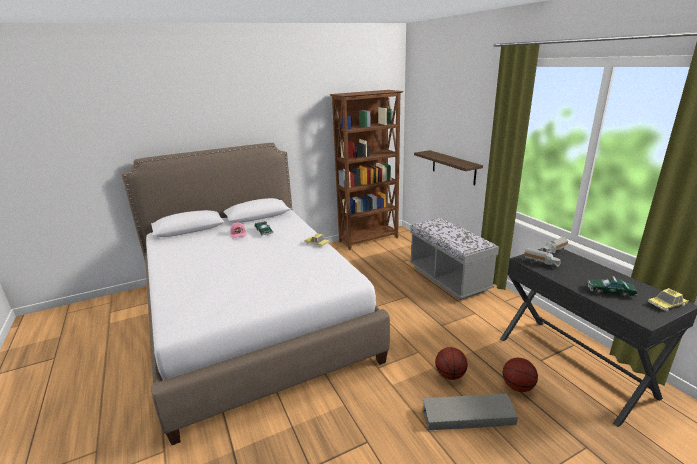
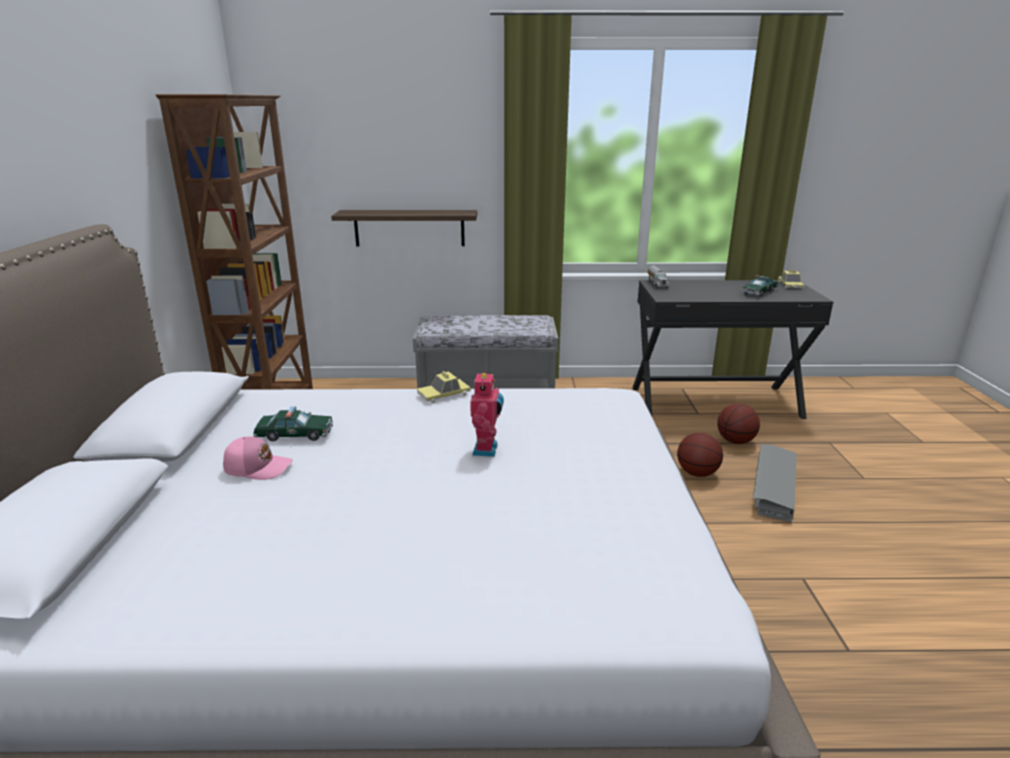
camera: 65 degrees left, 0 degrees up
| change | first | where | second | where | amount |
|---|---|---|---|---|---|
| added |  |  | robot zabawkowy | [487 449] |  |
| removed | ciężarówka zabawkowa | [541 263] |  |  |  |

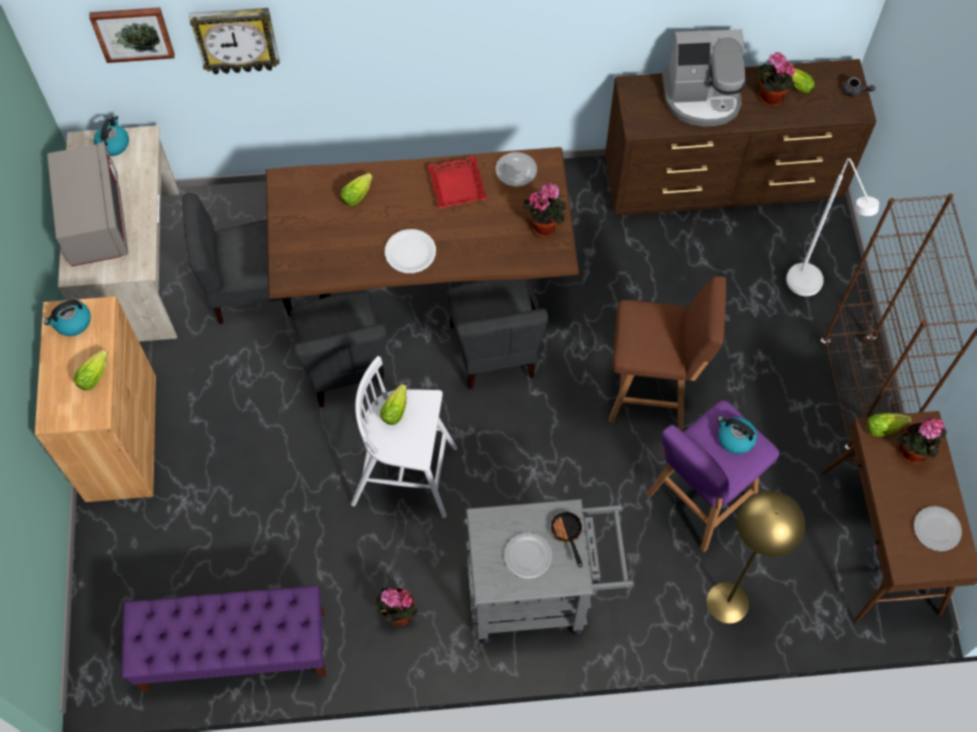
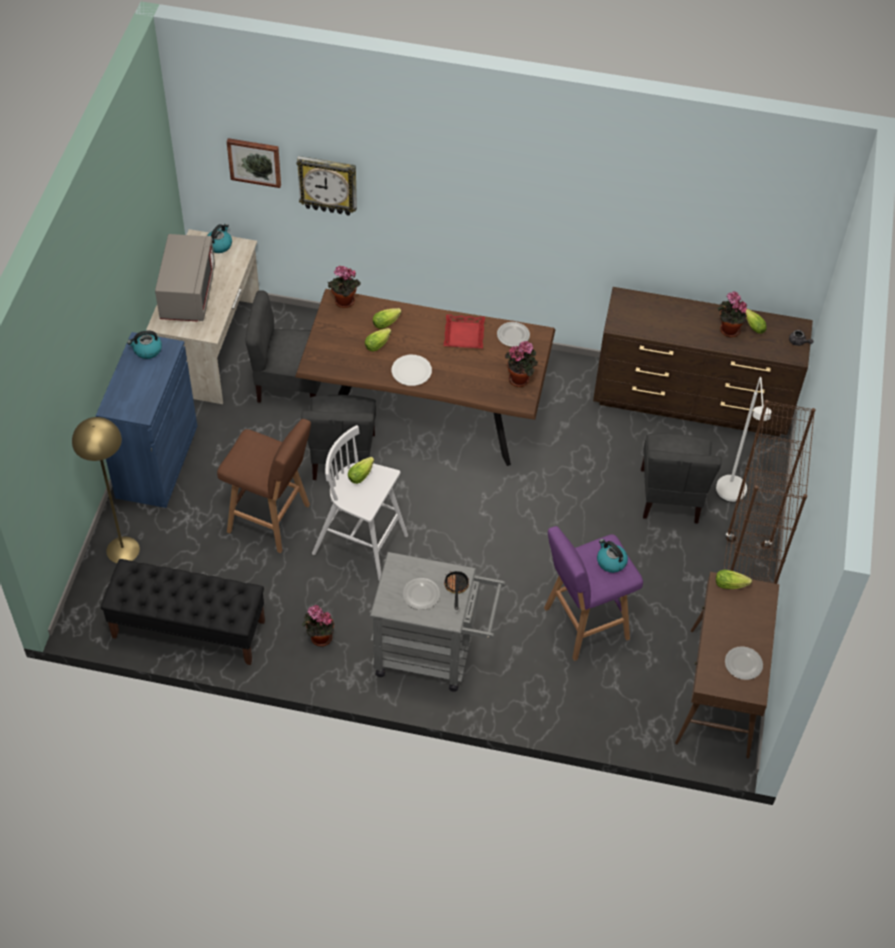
camera: 15 degrees right, 10 degrees down
| change | first | where | second | where | amount |
|---|---|---|---|---|---|
| moved | lampa stojąca/żółty | [727 602] |  | [122 550] |  |
| recoloured | szafka/brązowy | [121 437] | szafka/niebieski | [157 461] |  |
| recoloured | ławka/fioletowy | [234 651] | ławka/czarny | [188 629] |  |
| moved | stołek/brązowy | [652 391] |  | [271 519] |  |
| moved | roślina doniczkowa | [912 454] |  | [343 302] |  |
| moved | sałata | [95 373] |  | [379 343] |  |
| moved | krzesło/szary | [494 351] |  | [671 496] |  |
| removed | ekspres do kawy | [702 97] |  |  |  |

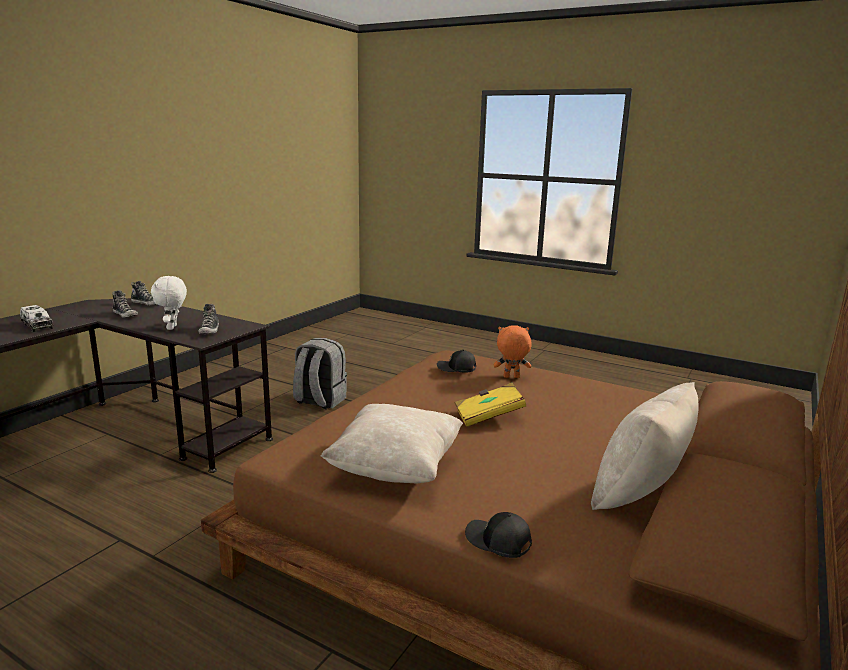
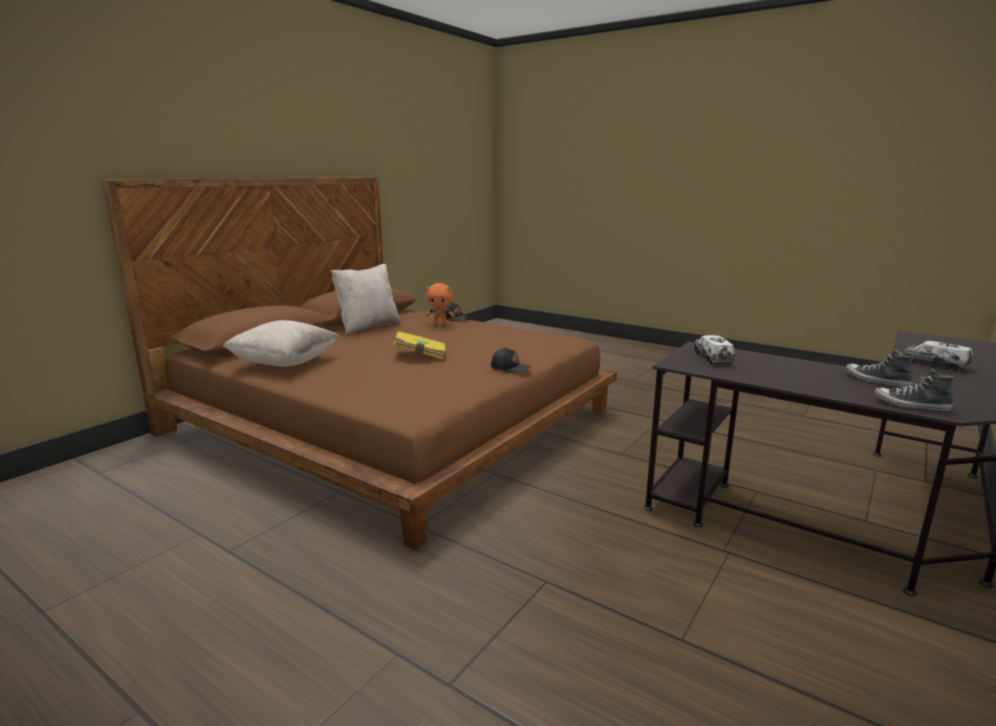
camera: 175 degrees left, 0 degrees up
| change | first | where | second | where | amount |
|---|---|---|---|---|---|
| moved | poduszka/beżowy | [395 468] |  | [285 364] |  |
| moved | pluszak/pomarańczowy | [511 377] |  | [440 324] |  |
| moved | czapka z daszkiem/czarny | [456 368] |  | [510 368] |  |
| replaced | but | [210 331] | ciężarówka zabawkowa | [712 358] |  |
| removed | pluszak/biały | [173 328] |  |  |  |
| removed | plecak/szary | [319 401] |  |  |  |

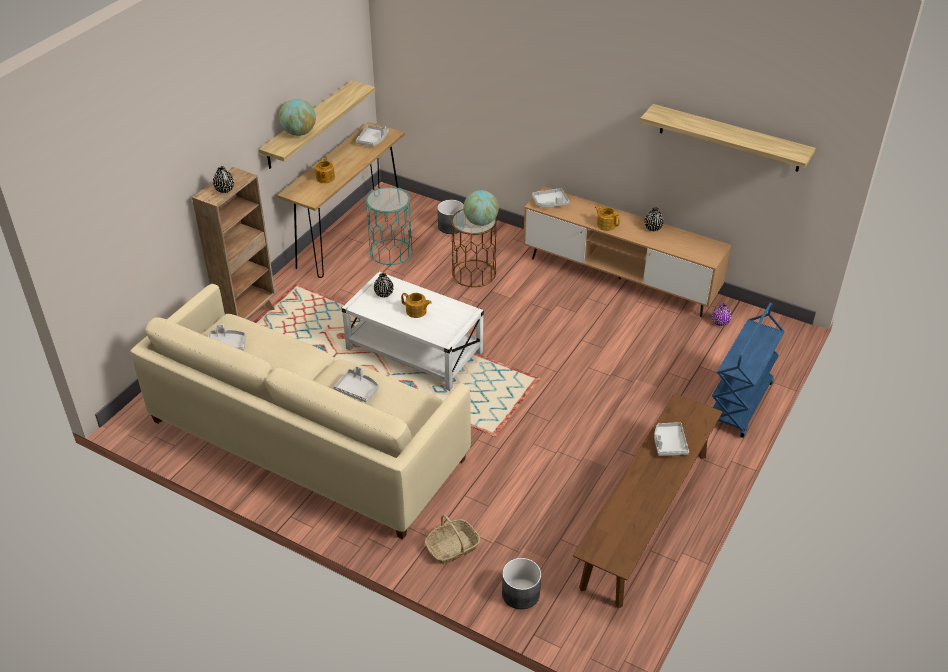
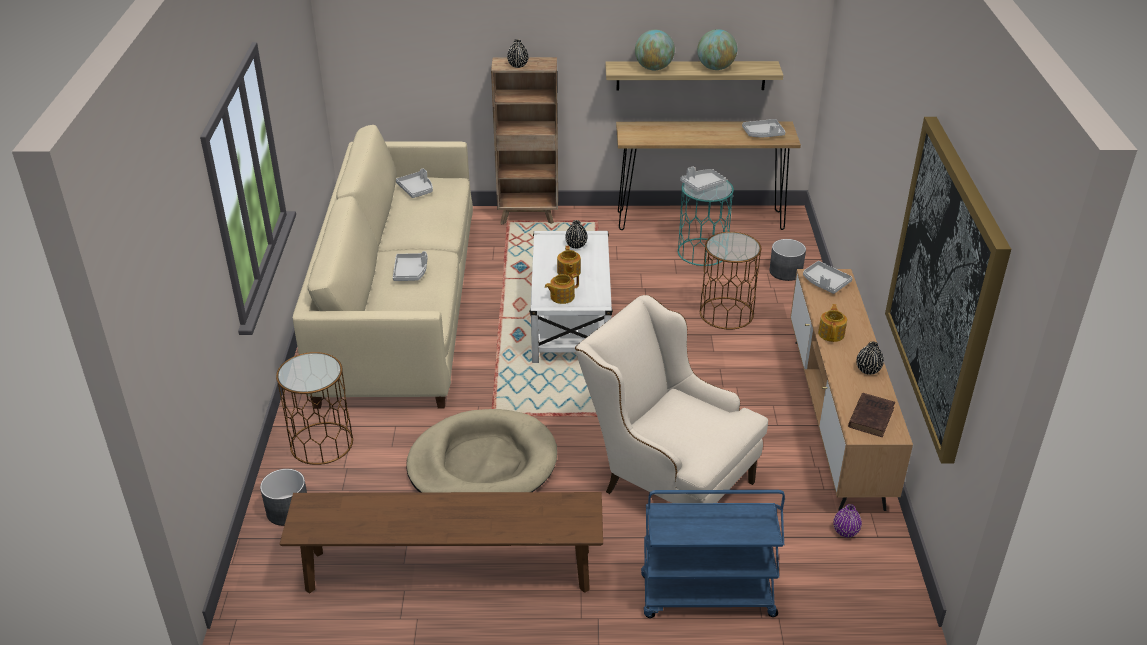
camera: 60 degrees right, 5 degrees down
| change | first | where | second | where | amount |
|---|---|---|---|---|---|
| replaced | koszyk | [452 548] | stolik/brązowy | [321 443] |  |
| added |  |  | legowisko/beżowy | [482 464] |  |
| moved | imbryk | [325 178] |  | [561 297] |  |
| added |  |  | fotel/beżowy | [667 480] |  |
| moved | taca/szary | [669 443] |  | [702 185] |  |
| moved | globus | [480 222] |  | [715 68] |  |
| added |  |  | książka/brązowy | [871 416] |  |
| replaced | półka | [729 138] | obraz | [945 286] |  |

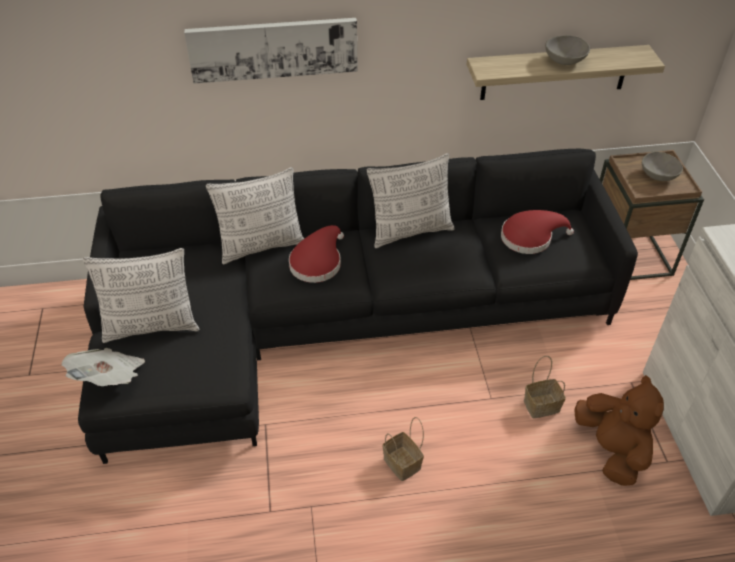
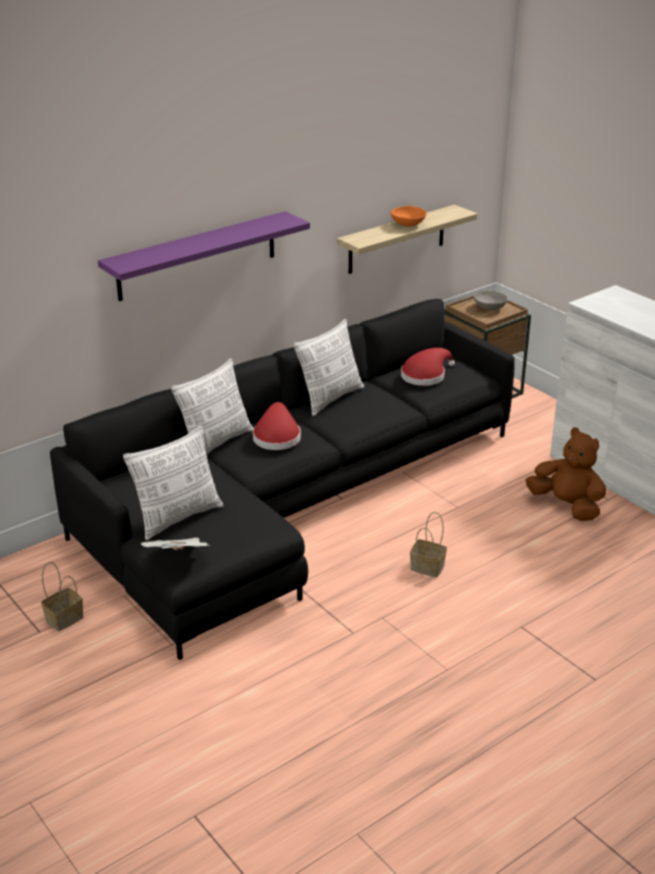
camera: 30 degrees left, 15 degrees down
| change | first | where | second | where | amount |
|---|---|---|---|---|---|
| moved | koszyk | [542 405] |  | [65 618] |  |
| replaced | obraz | [273 48] | półka/fioletowy | [197 256] |  |
| recoloured | miska/szary | [564 60] | miska/pomarańczowy | [407 224] |  |

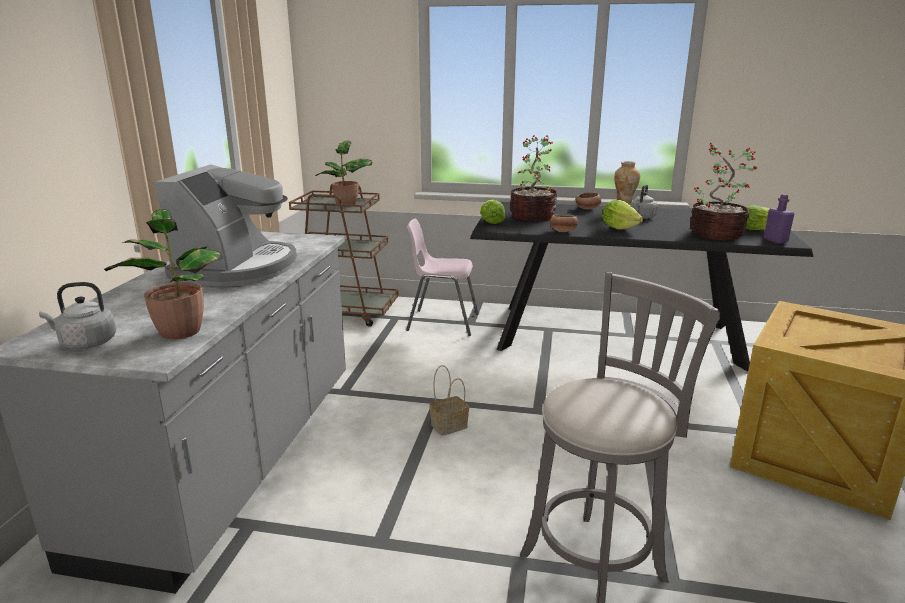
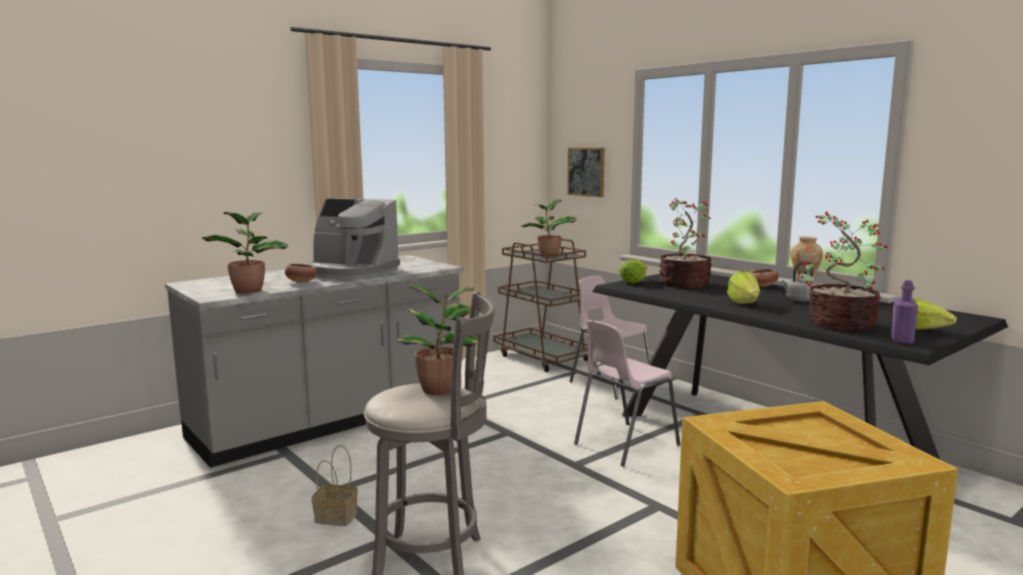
camera: 40 degrees right, 10 degrees down
| change | first | where | second | where | amount |
|---|---|---|---|---|---|
| moved | miska | [562 231] |  | [300 282] |  |
| turned | ekspres do kawy | [237 268] |  | [352 272] | 60 degrees clockwise |
| moved | koszyk | [449 425] |  | [337 517] |  |
| added |  |  | roślina doniczkowa | [441 389] |  |
| added |  |  | obraz | [586 171] |  |
| added |  |  | krzesło/różowy | [624 444] |  |
| removed | czajnik/szary | [86 343] |  |  |  |

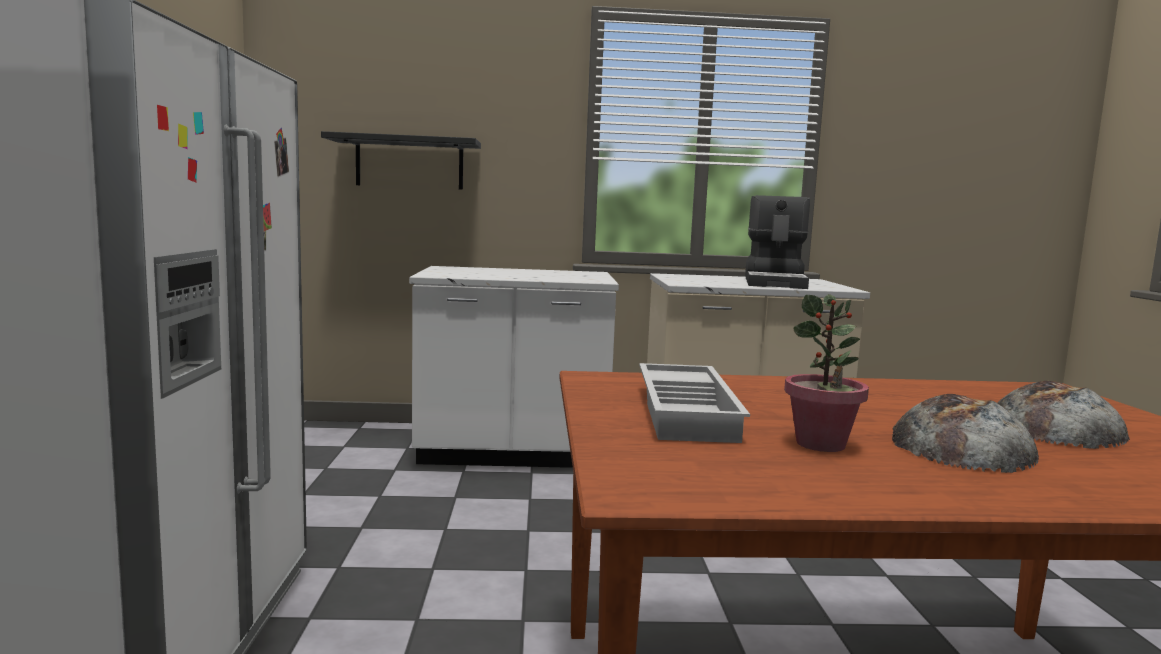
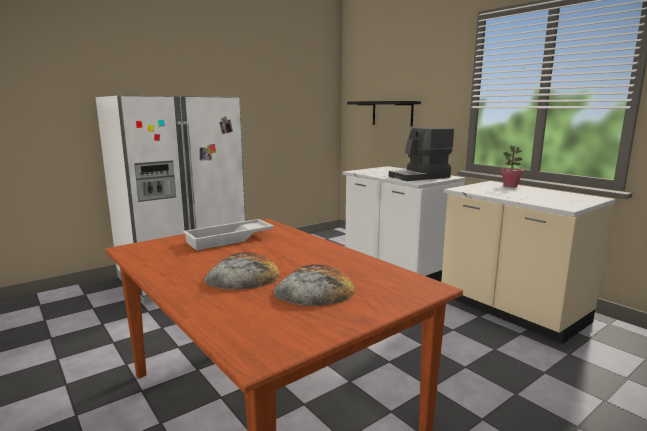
camera: 55 degrees right, 5 degrees up
| change | first | where | second | where | amount |
|---|---|---|---|---|---|
| moved | ekspres do kawy | [775 282] |  | [420 177] |  |
| moved | roślina doniczkowa | [821 444] |  | [510 186] |  |

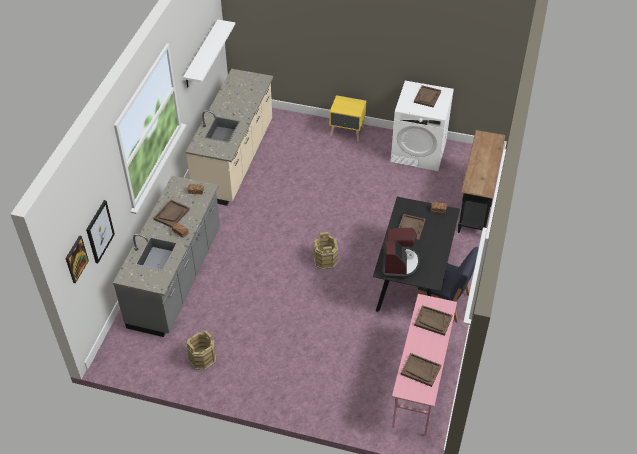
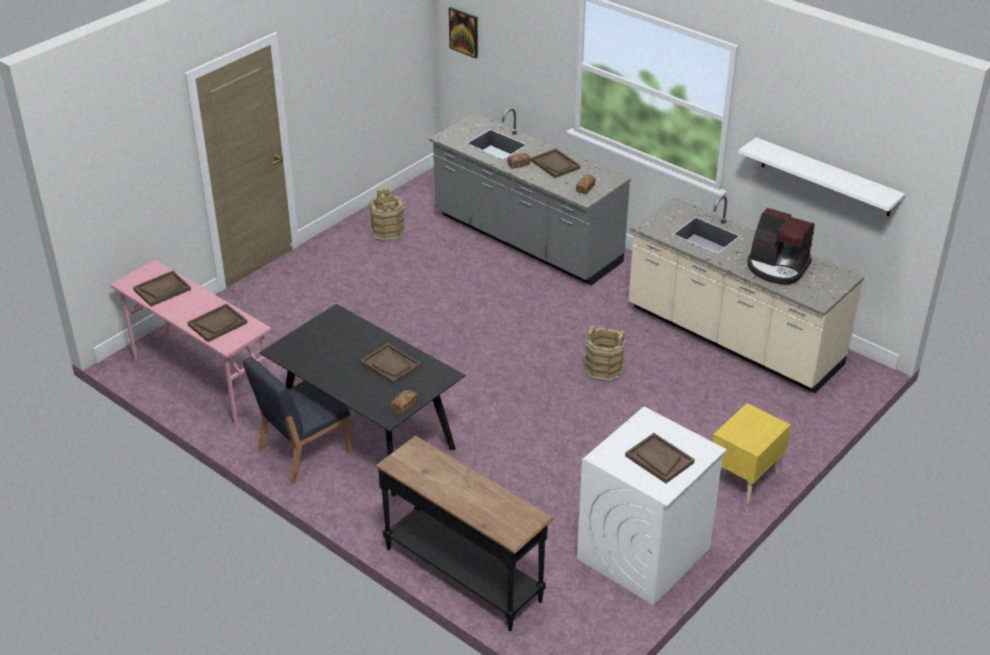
camera: 115 degrees right, 10 degrees down
| change | first | where | second | where | amount |
|---|---|---|---|---|---|
| moved | wiadro/brązowy | [325 260] |  | [604 370] |  |
| moved | ekspres do kawy | [399 264] |  | [777 267] |  |
| removed | obraz | [99 231] |  |  |  |

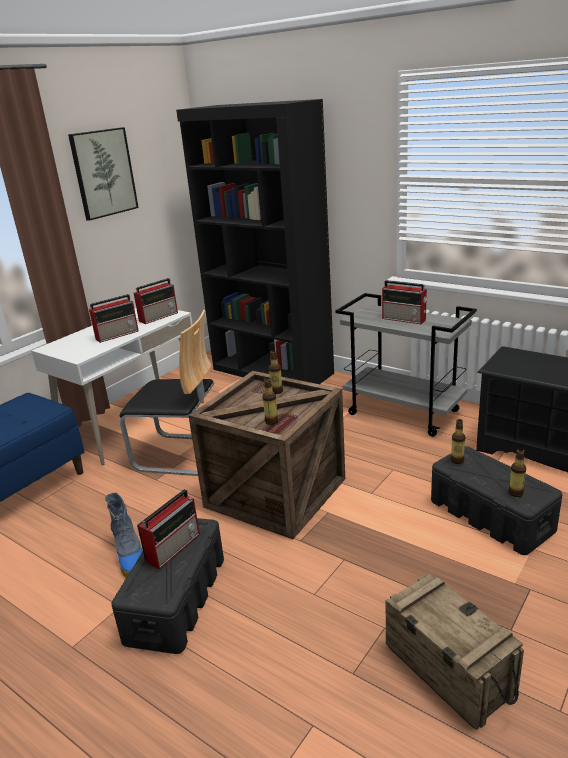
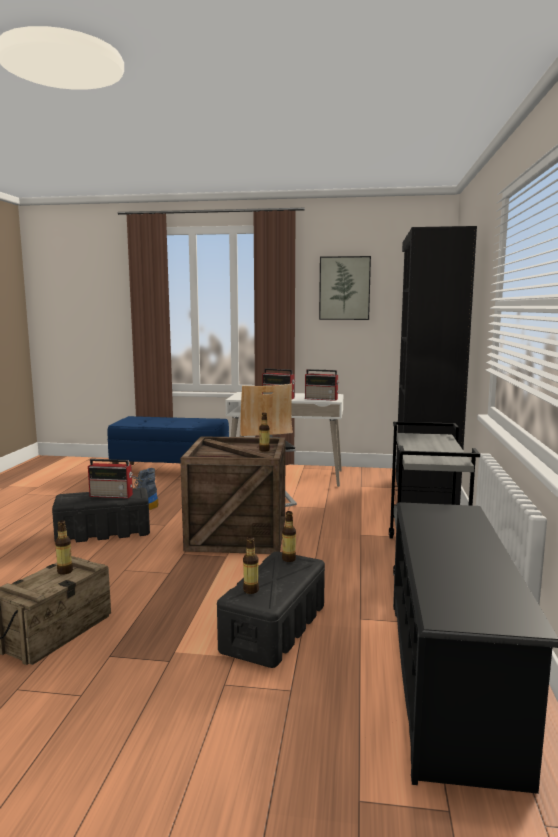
camera: 60 degrees right, 15 degrees down
| change | first | where | second | where | amount |
|---|---|---|---|---|---|
| moved | butelka | [271 421] |  | [65 571] |  |
| removed | radio | [405 319] |  |  |  |

